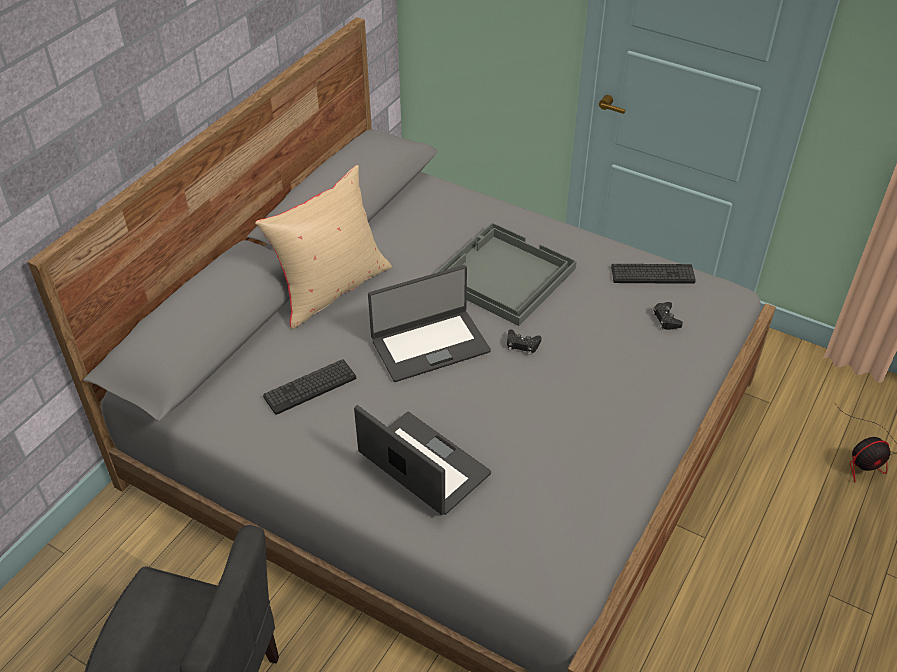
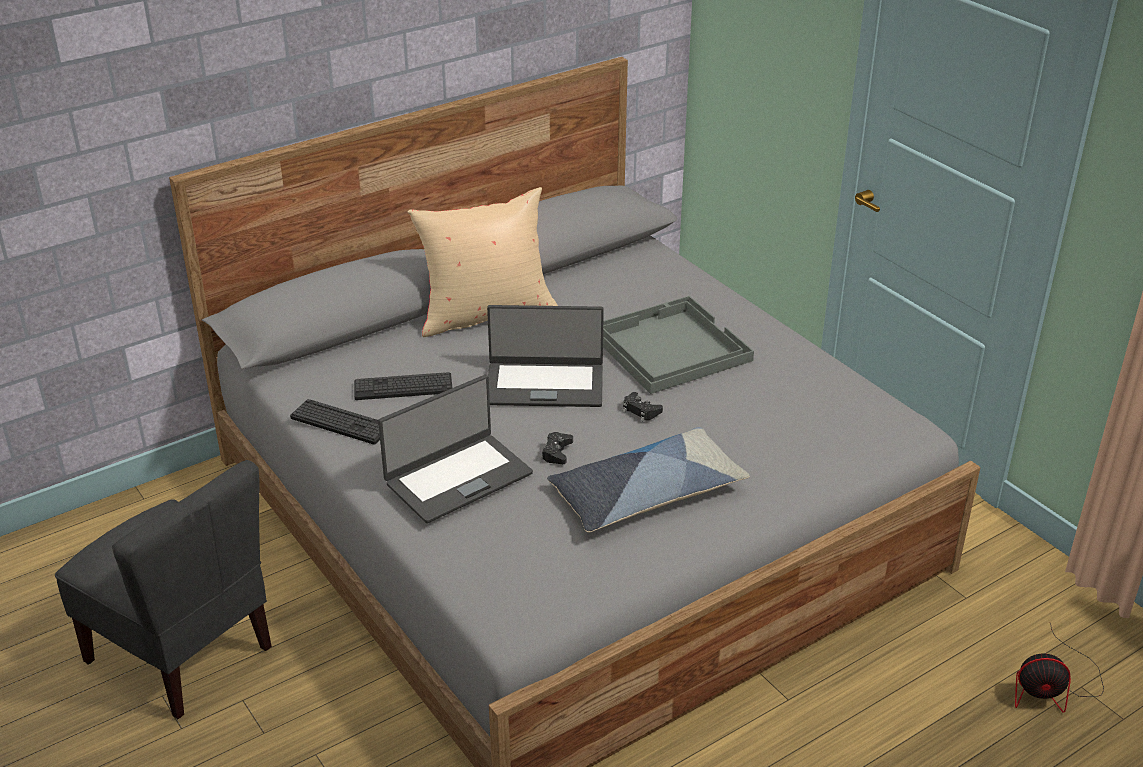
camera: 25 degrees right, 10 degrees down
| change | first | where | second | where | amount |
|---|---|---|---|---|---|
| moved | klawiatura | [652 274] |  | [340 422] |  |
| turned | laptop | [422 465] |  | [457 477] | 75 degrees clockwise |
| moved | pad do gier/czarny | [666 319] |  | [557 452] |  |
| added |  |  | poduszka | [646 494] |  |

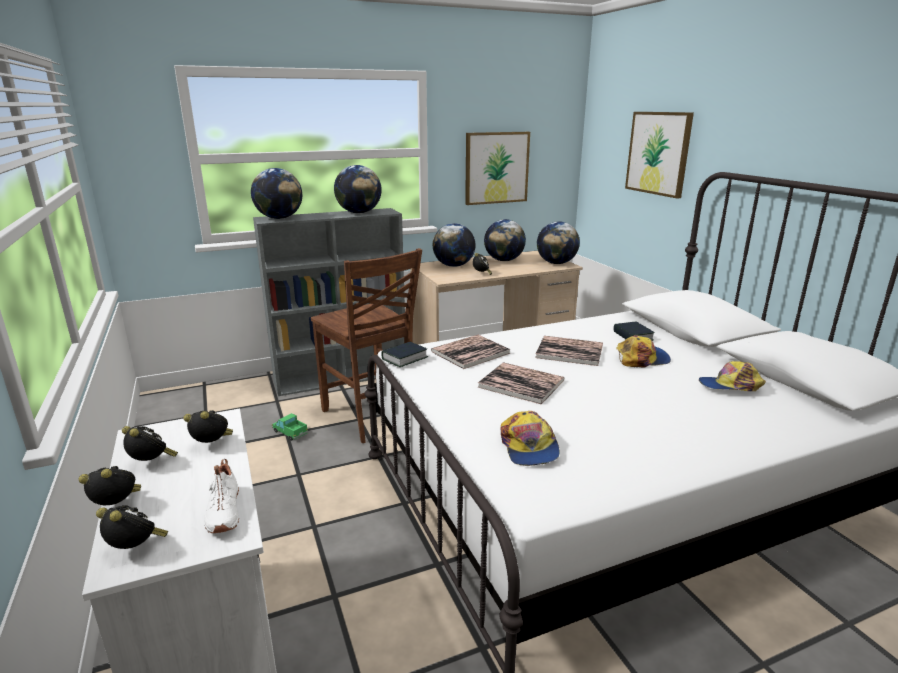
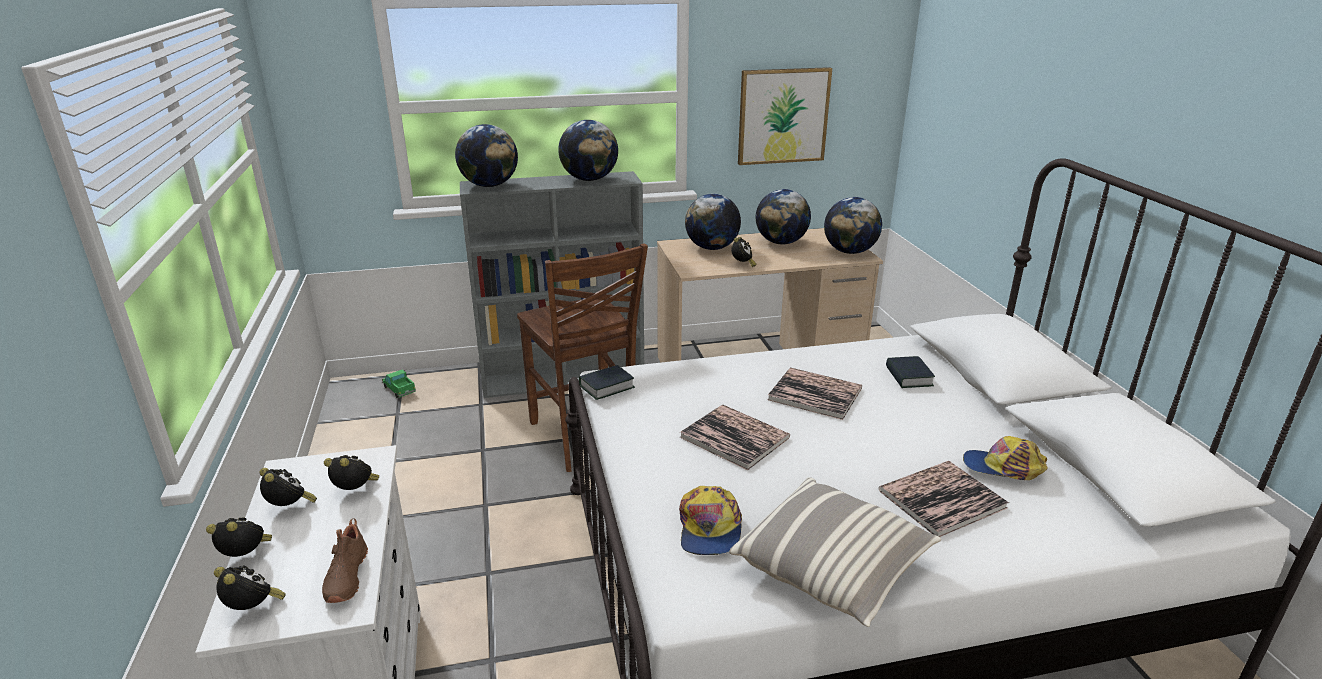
camera: 10 degrees right, 5 degrees up
| change | first | where | second | where | amount |
|---|---|---|---|---|---|
| recoloured | but/biały | [222 511] | but/brązowy | [345 576] |  |
| moved | ciężarówka zabawkowa | [290 432] |  | [399 389] |  |
| added |  |  | poduszka | [832 567] |  |
| moved | książka | [470 352] |  | [941 499] |  |
| removed | czapka z daszkiem | [642 359] |  |  |  |
| removed | obraz | [658 153] |  |  |  |

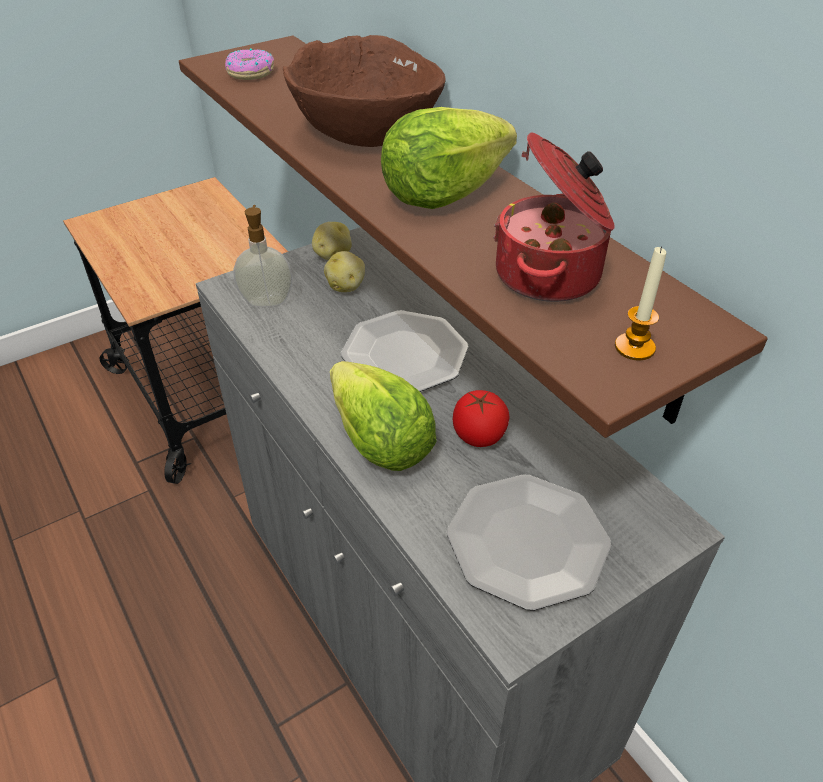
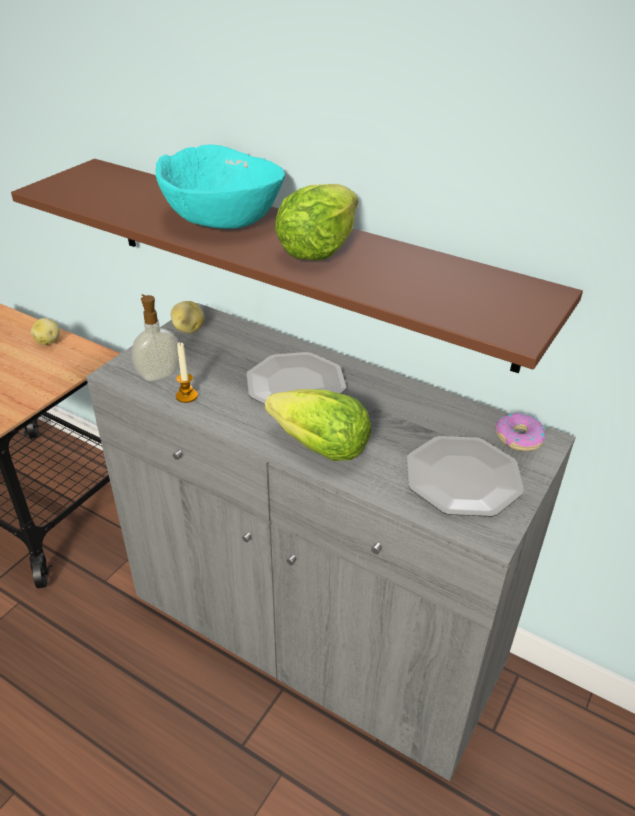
camera: 25 degrees left, 5 degrees down
| change | first | where | second | where | amount |
|---|---|---|---|---|---|
| moved | ziemniak | [346 286] |  | [48 341] |  |
| recoloured | miska/brązowy | [368 129] | miska/turkusowy | [223 217] |  |
| moved | świeca | [634 347] |  | [186 396] |  |
| moved | donut | [250 72] |  | [519 437] |  |
| removed | pomidor | [479 435] |  |  |  |
| removed | garnek | [551 275] |  |  |  |

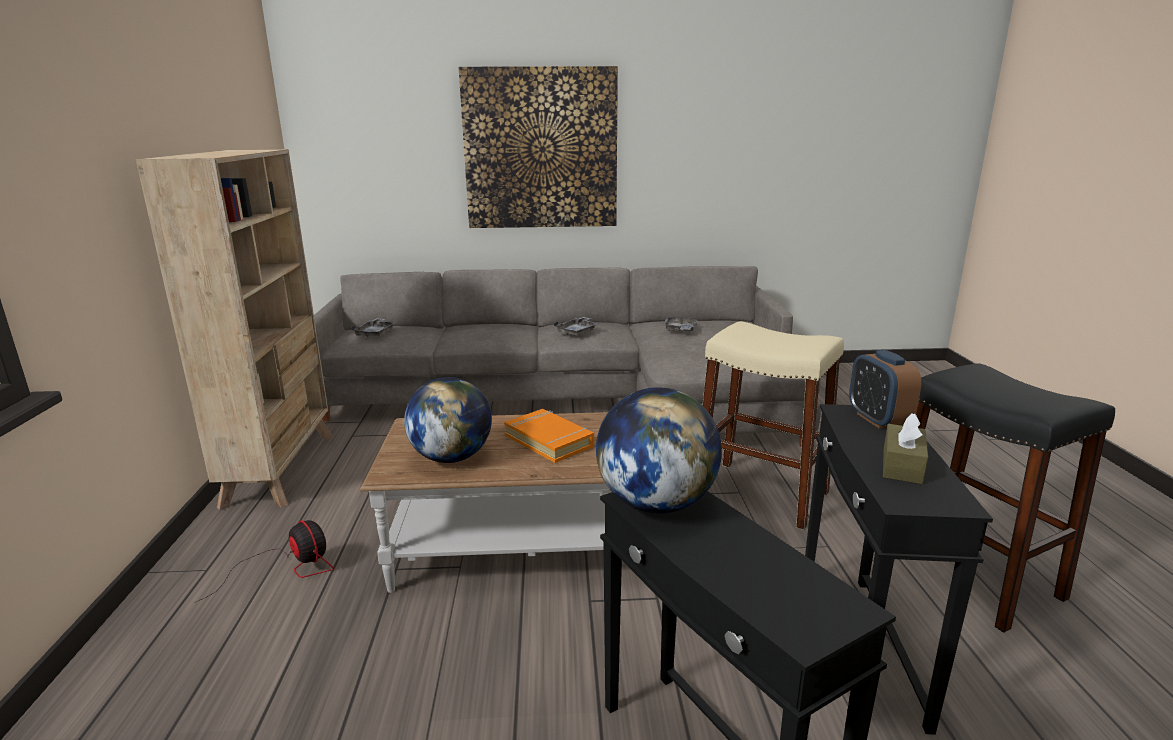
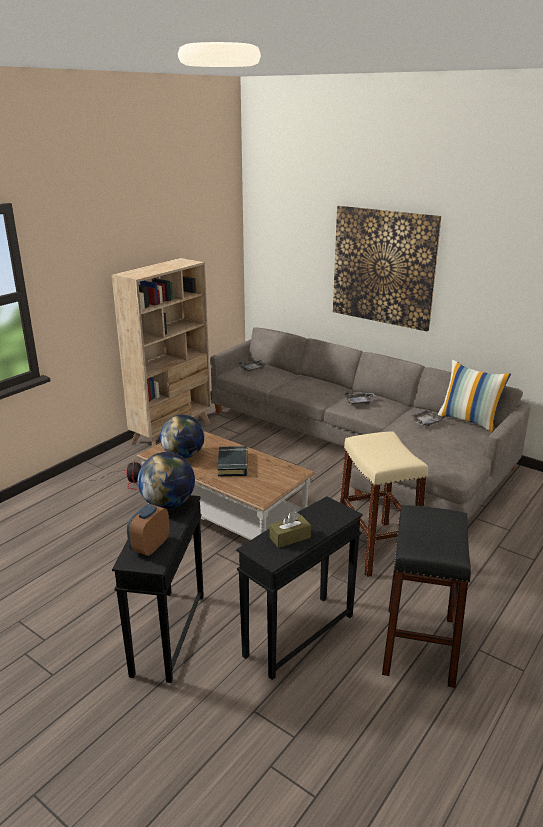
camera: 40 degrees right, 5 degrees up
| change | first | where | second | where | amount |
|---|---|---|---|---|---|
| moved | budzik | [878 419] |  | [150 547] |  |
| recoloured | książka/pomarańczowy | [549 441] | książka/czarny | [233 464] |  |
| added |  |  | poduszka | [469 420] |  |

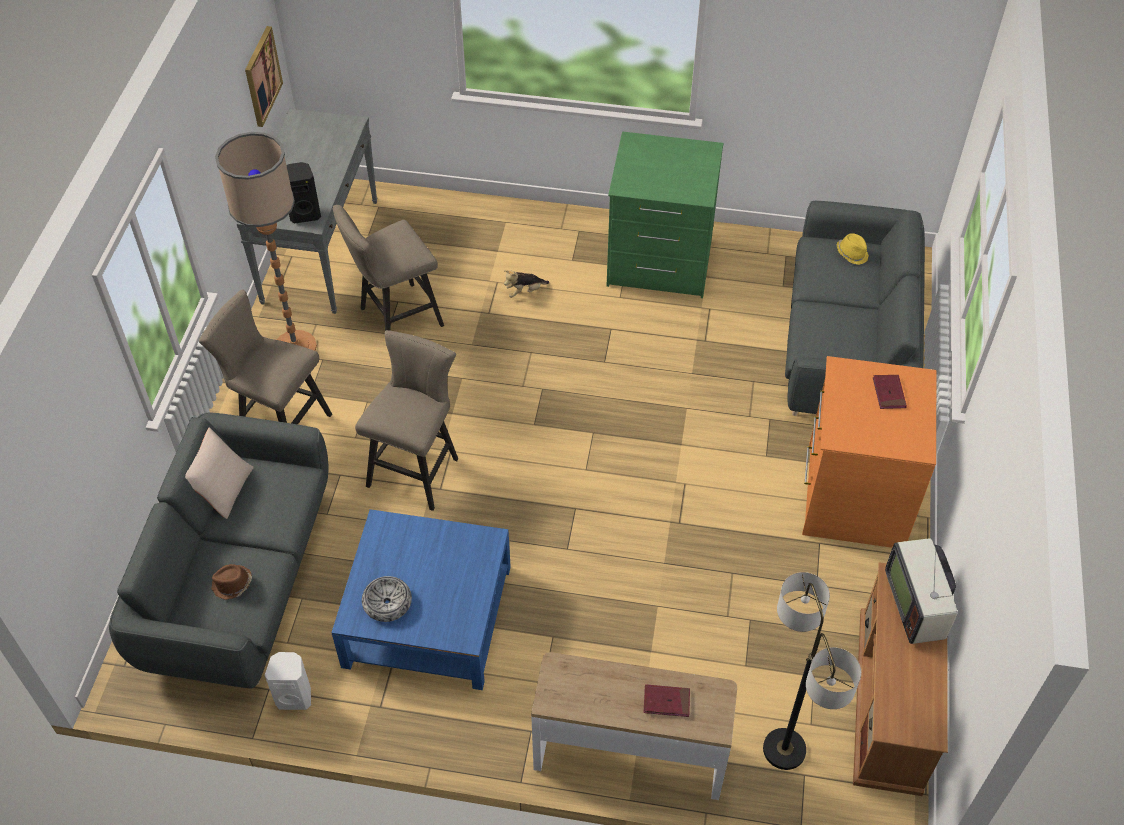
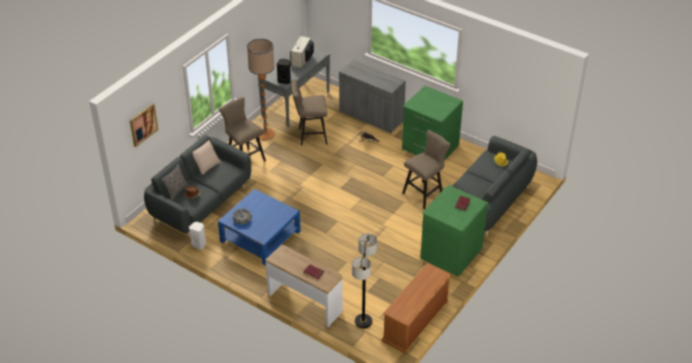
camera: 25 degrees right, 10 degrees down
| change | first | where | second | where | amount |
|---|---|---|---|---|---|
| moved | obraz | [262 76] |  | [143 124] |  |
| added |  |  | poduszka | [177 191] |  |
| moved | telewizor | [917 604] |  | [302 60] |  |
| added |  |  | szafka/szary | [371 117] |  |
| moved | stołek/beżowy | [417 468] |  | [425 193] |  |
| recoloured | komoda/pomarańczowy | [852 496] | komoda/zielony | [450 252] |  |

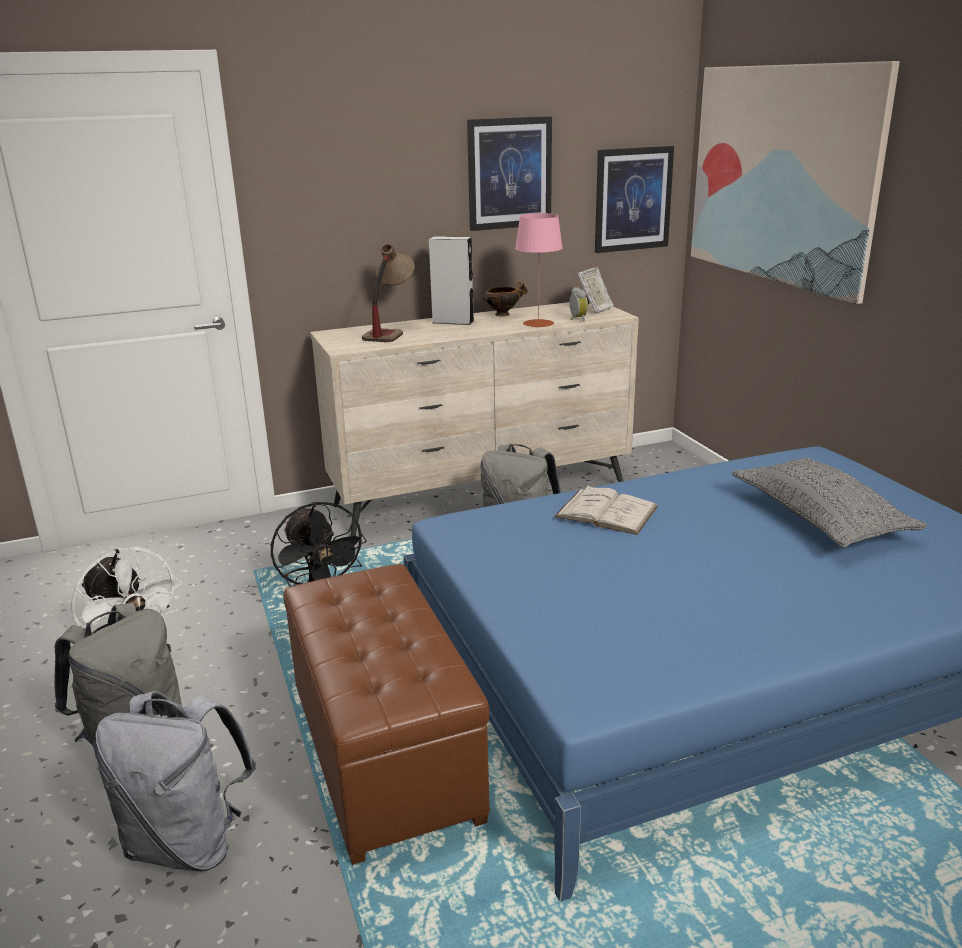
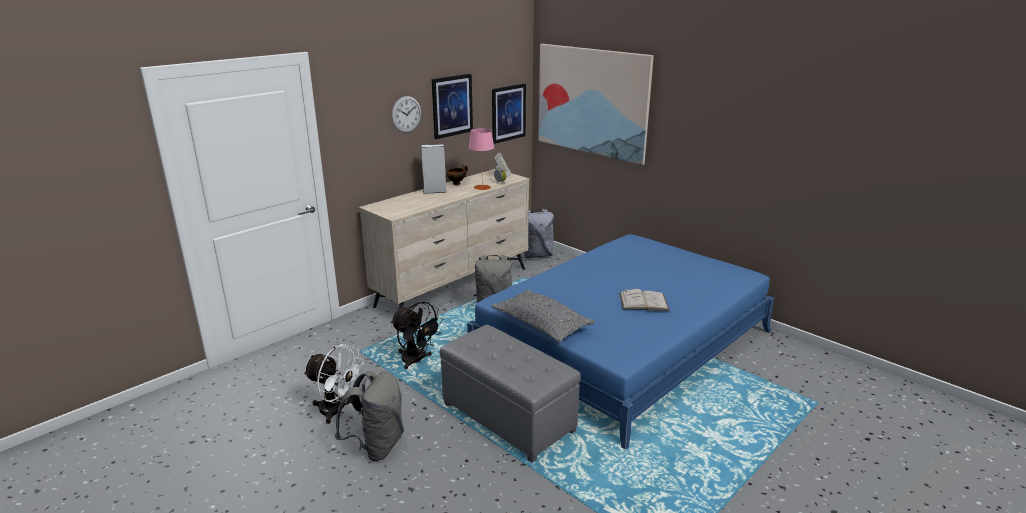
camera: 25 degrees left, 0 degrees up
| change | first | where | second | where | amount |
|---|---|---|---|---|---|
| added |  |  | zegar ścienny | [406 114] |  |
| recoloured | pufa/brązowy | [386 754] | pufa/szary | [508 417] |  |
| moved | poduszka/szary | [819 519] |  | [541 325] |  |
| moved | plecak/szary | [188 843] |  | [537 255] |  |
| moved | książka/biały | [606 512] |  | [643 301] |  |
| removed | lampa stołowa | [390 332] |  |  |  |

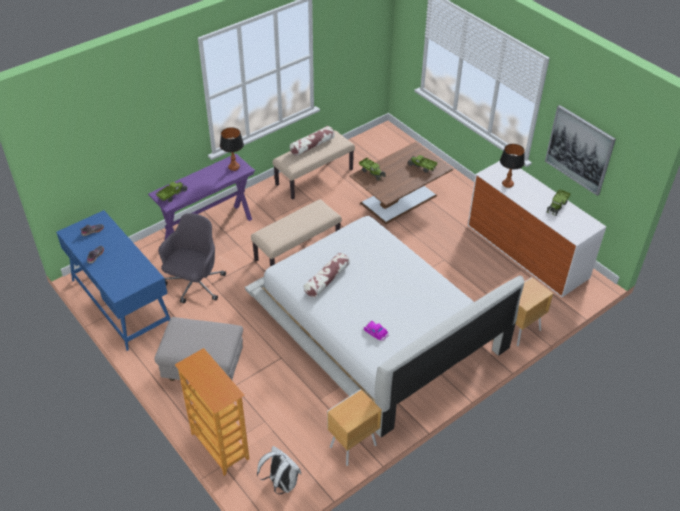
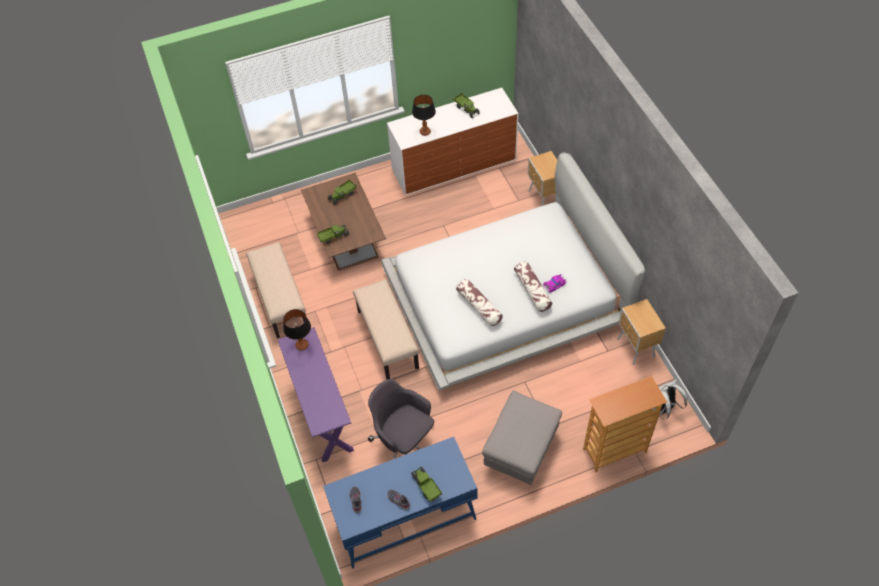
camera: 70 degrees left, 10 degrees up
| change | first | where | second | where | amount |
|---|---|---|---|---|---|
| moved | ciężarówka zabawkowa | [172 195] |  | [426 486] |  |
| moved | poduszka | [312 146] |  | [532 290] |  |
| removed | obraz | [579 149] |  |  |  |

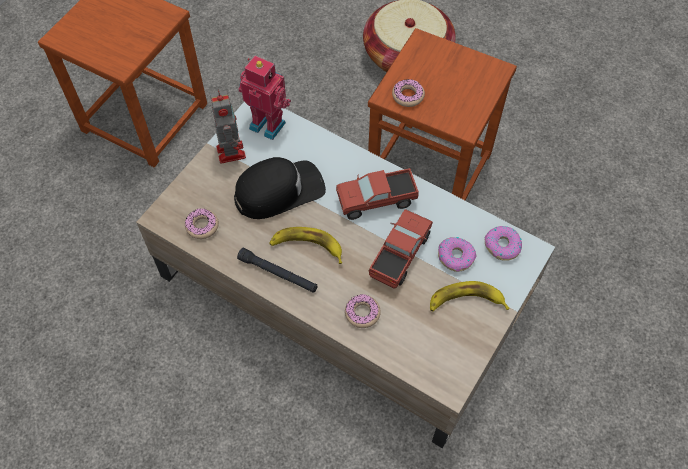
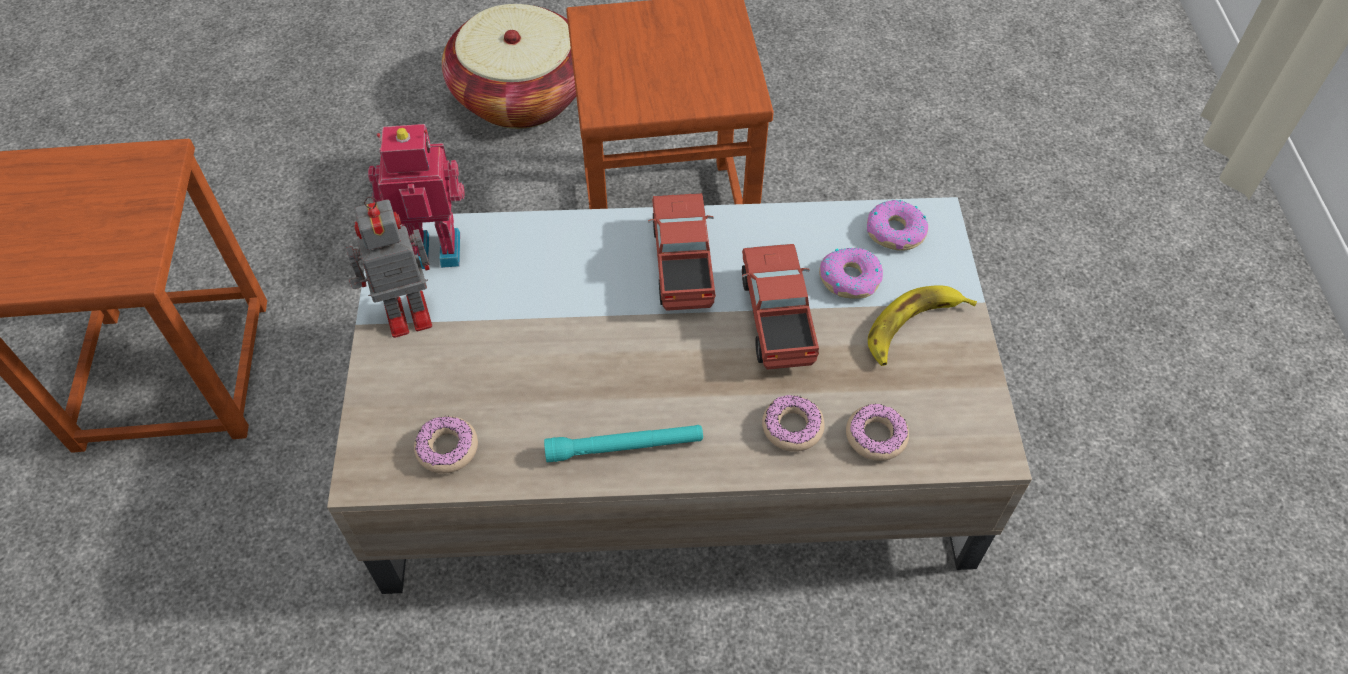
camera: 35 degrees left, 5 degrees down
| change | first | where | second | where | amount |
|---|---|---|---|---|---|
| turned | robot zabawkowy | [230 151] |  | [404 315] | 60 degrees counterclockwise |
| recoloured | latarka/czarny | [278 273] | latarka/turkusowy | [624 447] |  |
| turned | ciężarówka zabawkowa | [376 201] |  | [682 266] | 135 degrees clockwise |
| moved | donut | [408 96] |  | [876 436] |  |
| removed | czapka z daszkiem/czarny | [279 191] |  |  |  |
| removed | banan | [307 246] |  |  |  |

